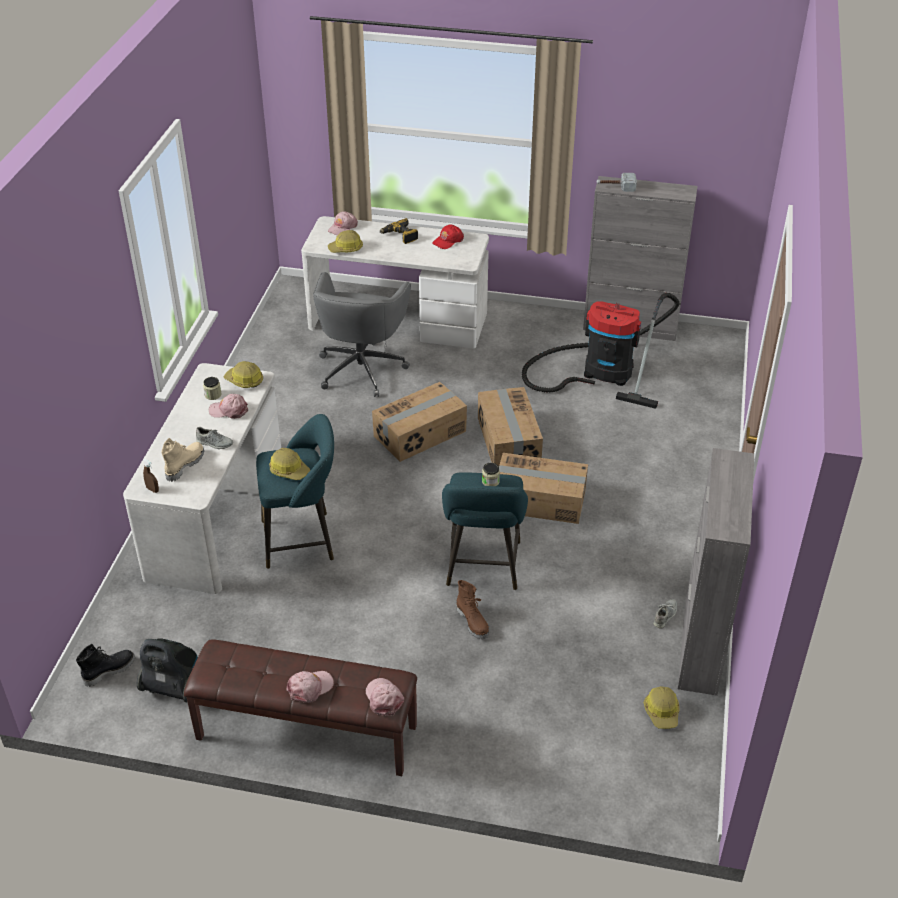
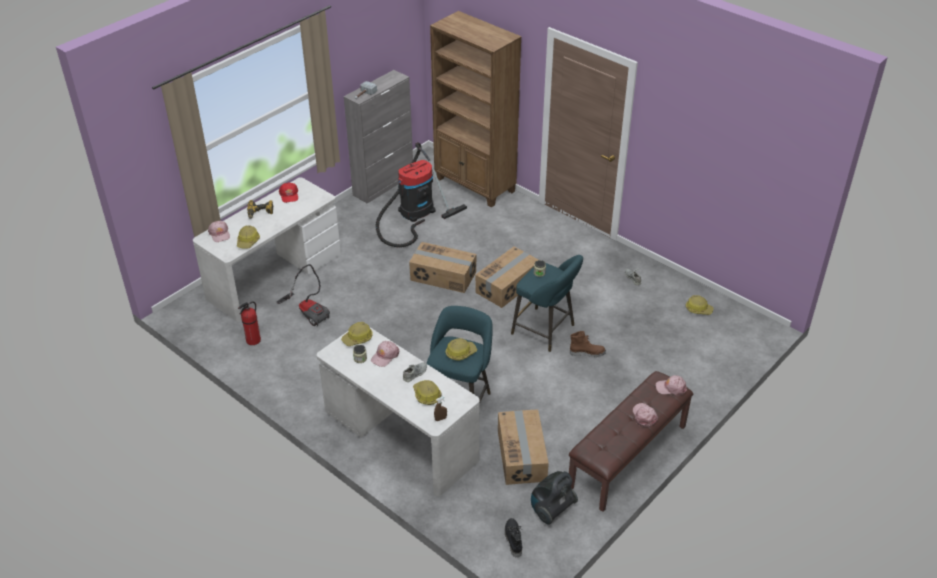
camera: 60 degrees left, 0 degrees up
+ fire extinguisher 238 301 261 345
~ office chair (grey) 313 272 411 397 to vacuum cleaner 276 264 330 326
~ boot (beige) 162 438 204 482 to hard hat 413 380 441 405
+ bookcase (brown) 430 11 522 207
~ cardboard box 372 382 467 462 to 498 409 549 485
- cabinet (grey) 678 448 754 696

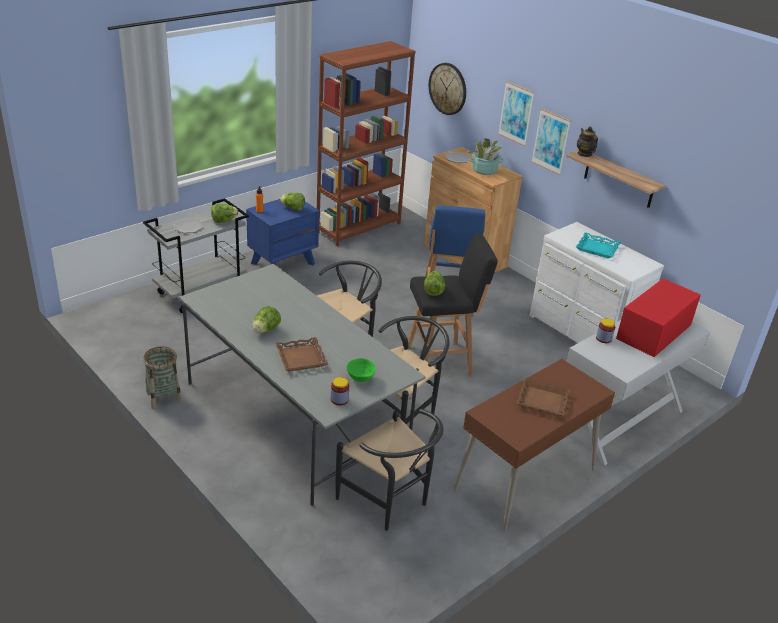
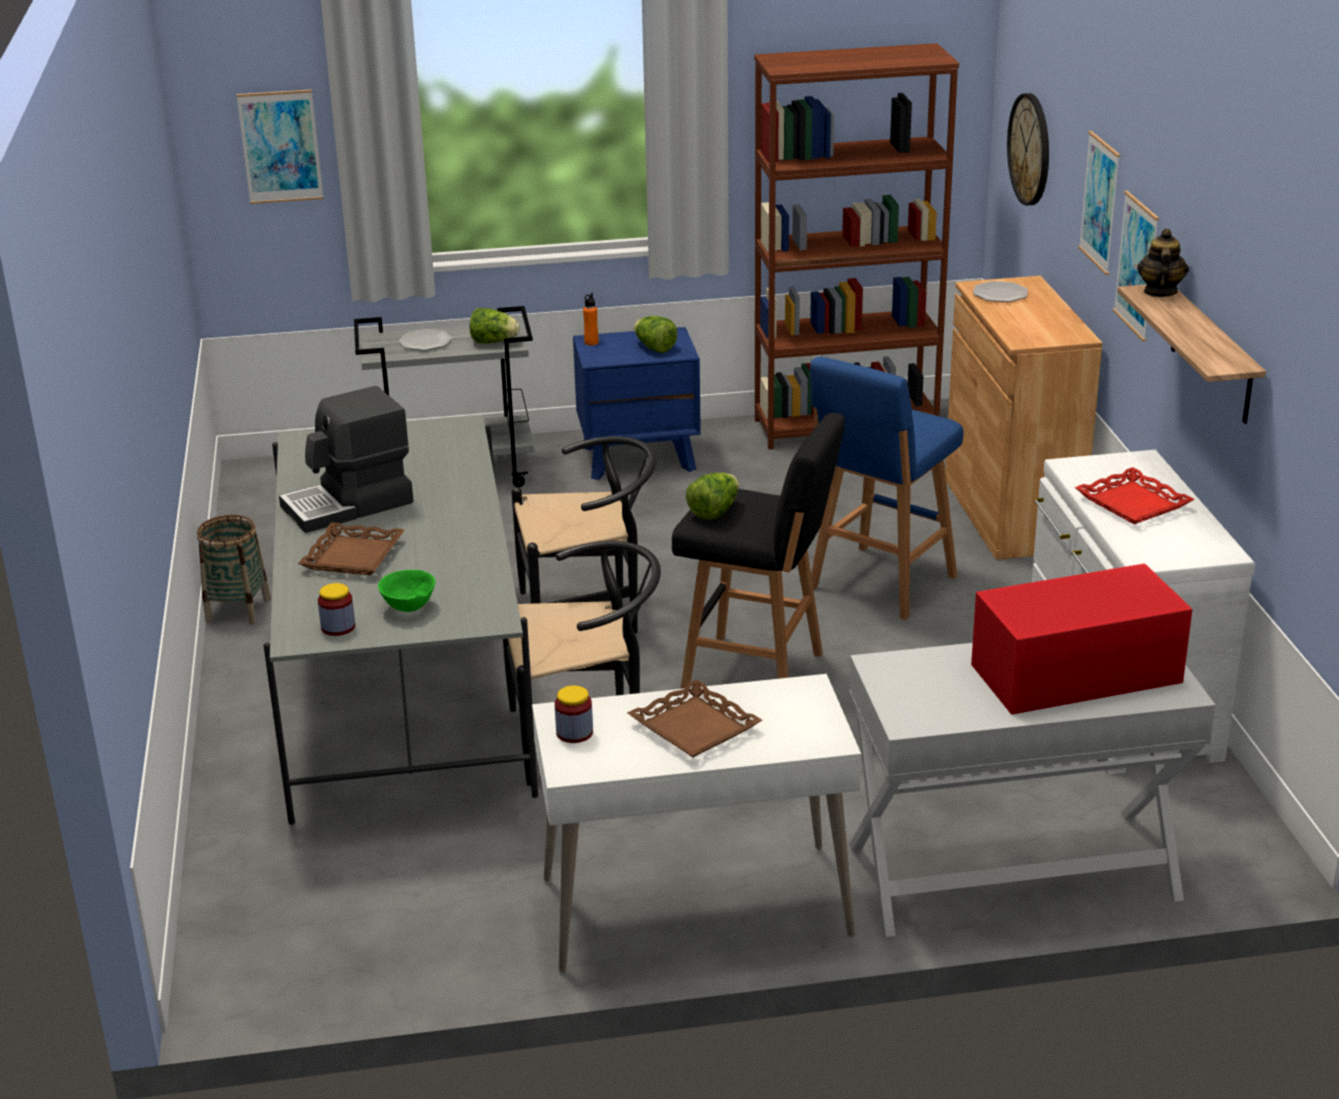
camera: 35 degrees right, 5 degrees down
+ picture 236 90 324 204
~ lettuce 252 306 281 333 to coffee machine 279 386 414 533
~ desk (brown) 454 359 615 532 to desk (white) 532 674 861 972
~ jar 596 319 615 343 to 555 685 593 743
~ tray (turquoise) 576 232 621 258 to tray (red) 1075 467 1195 524
- chair (black) 336 409 444 531
- potted plant 467 138 504 175

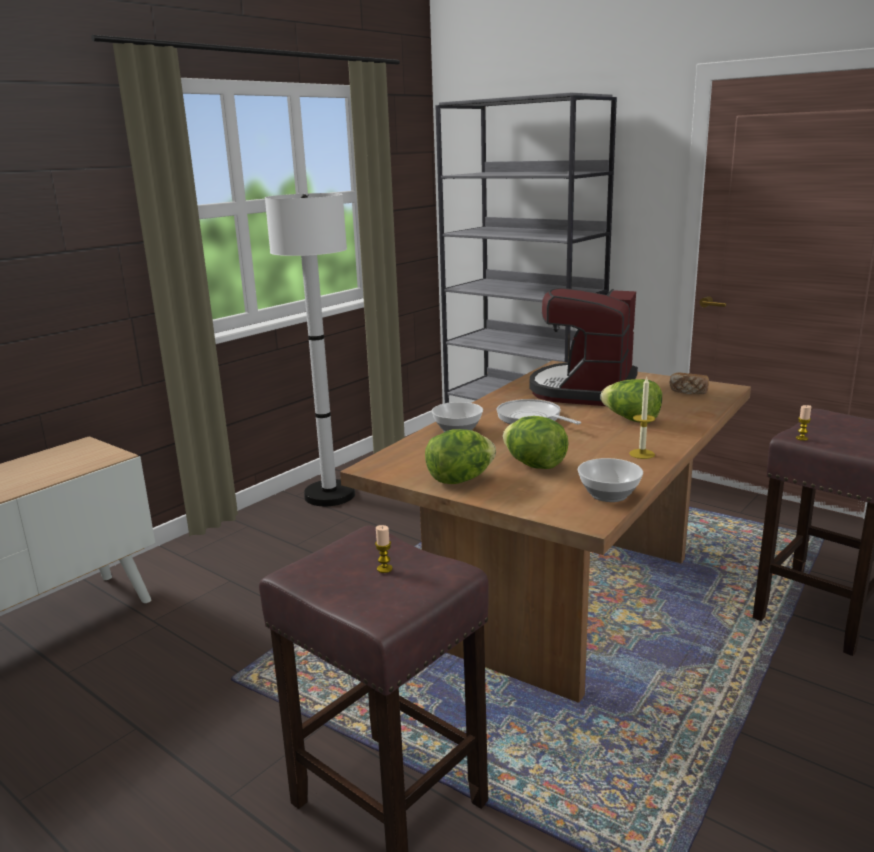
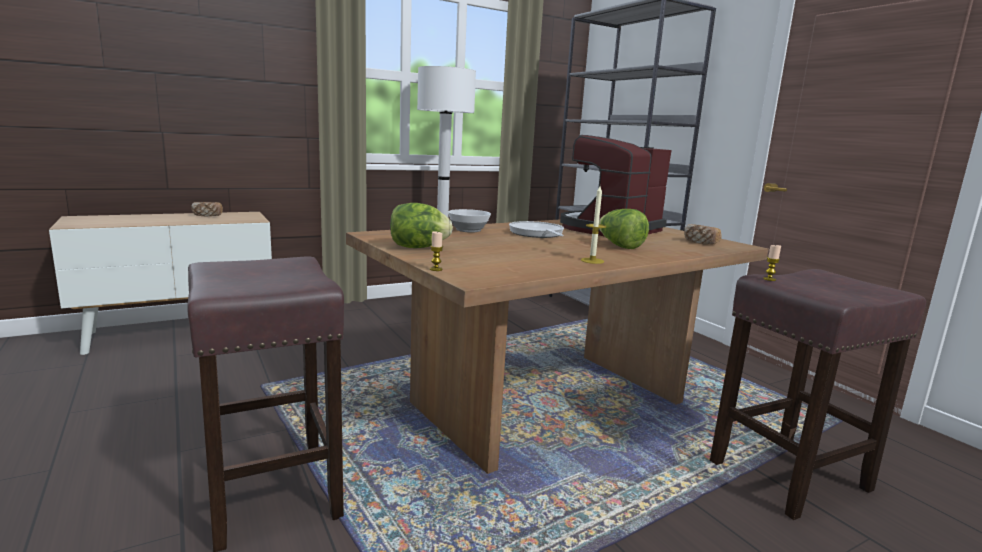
camera: 20 degrees right, 5 degrees down
+ bread 191 202 223 216
~ candle 375 525 393 573 to 430 231 443 271
- lettuce 503 416 568 469
- bowl 578 458 643 502

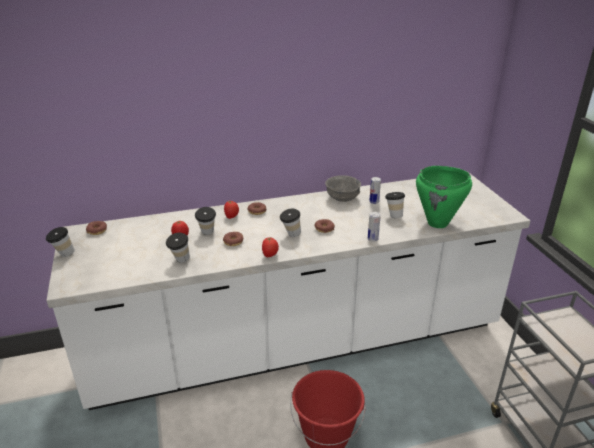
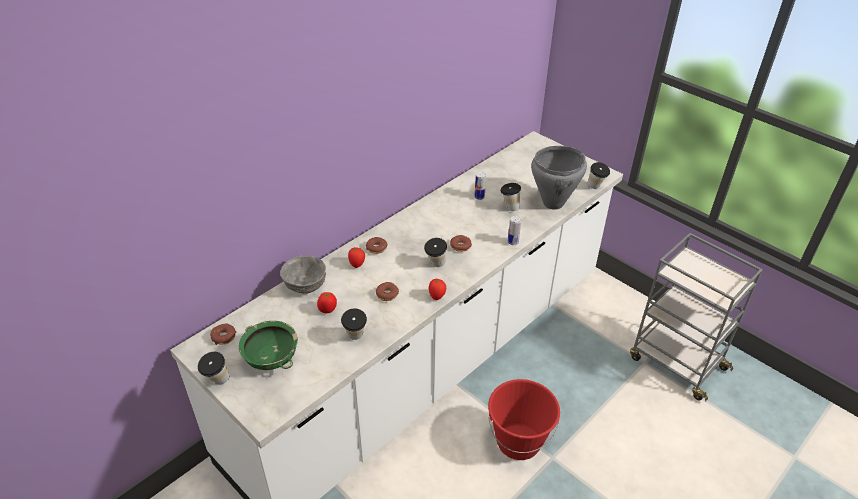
camera: 30 degrees left, 10 degrees up
+ bowl (green) 239 321 298 370
~ bowl (grey) 325 175 361 202 to 280 255 326 294
~ cooking pot (green) 416 166 472 228 to cooking pot (grey) 531 146 587 210
~ cup 195 207 216 235 to 587 162 610 189

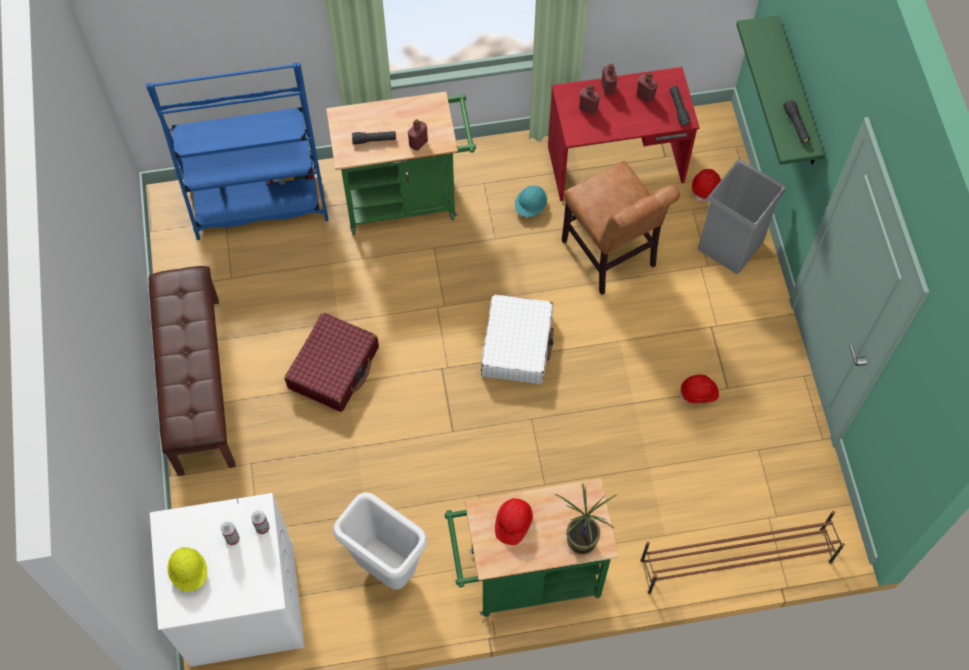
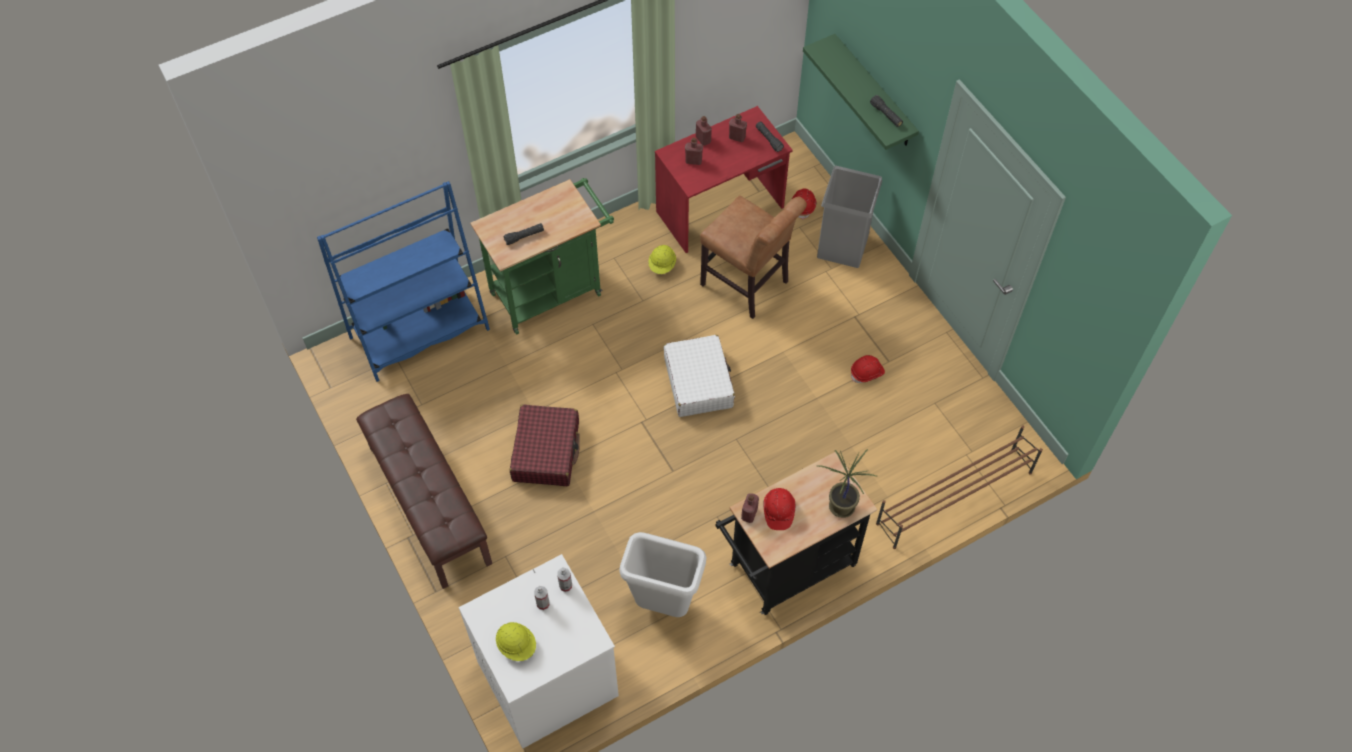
camera: 20 degrees left, 5 degrees down
~ hard hat (turquoise) 515 186 547 217 to hard hat (yellow) 648 245 676 274
~ cart (green) 444 479 619 617 to cart (black) 715 452 877 615
~ bottle (red) 408 119 428 151 to 741 493 759 523

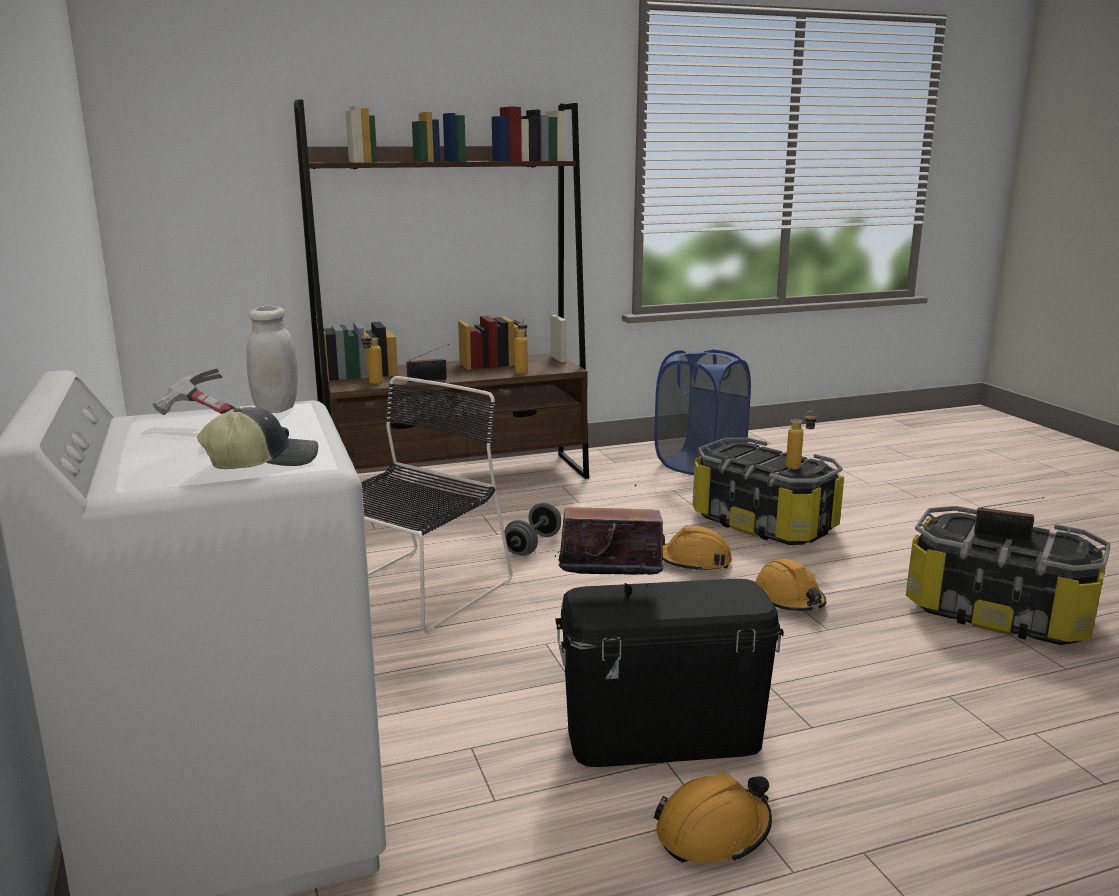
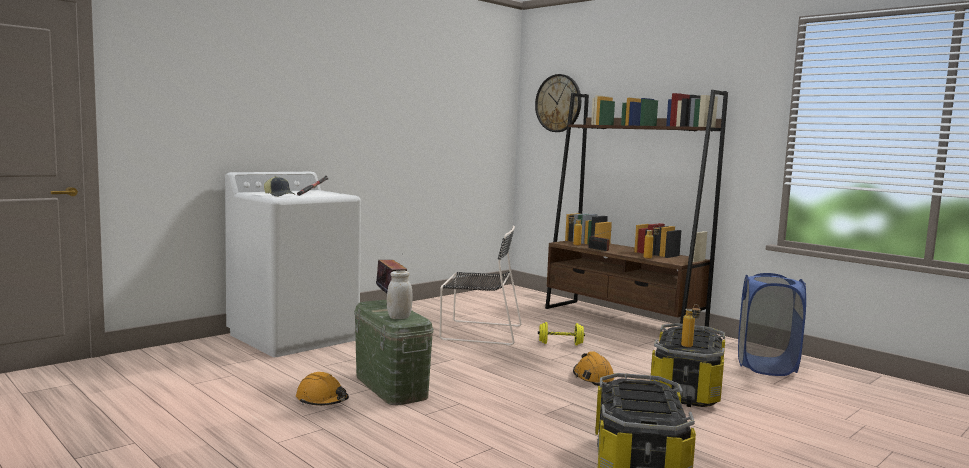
camera: 65 degrees right, 10 degrees down
~ storage box (black) 555 579 784 767 to storage box (green) 354 300 434 405
~ jar (white) 246 306 298 413 to 387 270 413 319
+ wall clock 535 74 581 132
~ dumbbell (grey) 504 503 561 556 to dumbbell (yellow) 538 322 585 345
- hard hat (orange) 755 559 826 611
- radio 974 497 1044 542

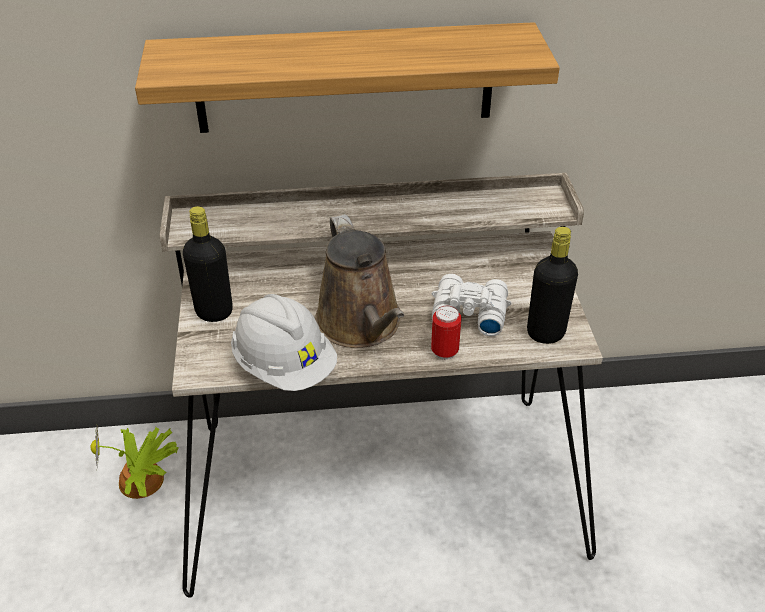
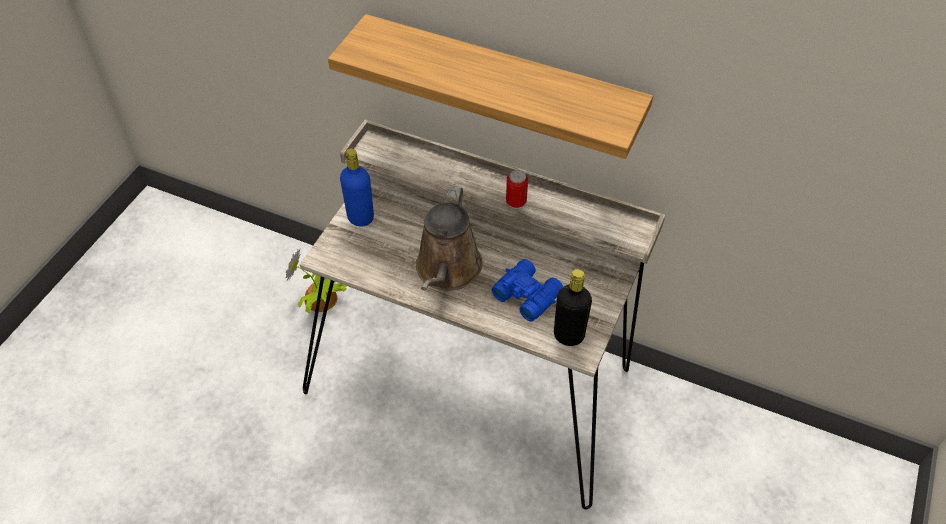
camera: 30 degrees right, 10 degrees up
~ bottle (black) 183 206 233 322 to bottle (blue) 340 148 374 227
~ binoculars (white) 432 274 511 336 to binoculars (blue) 492 259 563 322
~ can 431 306 461 360 to 506 170 528 209
- hard hat (white) 231 294 337 391

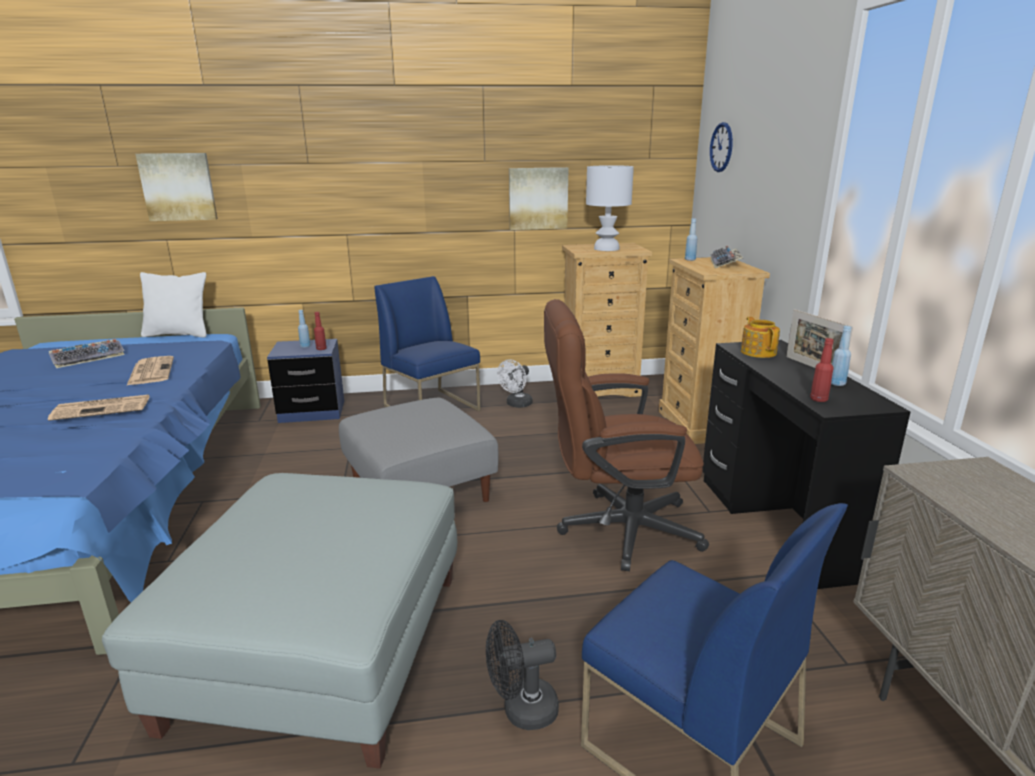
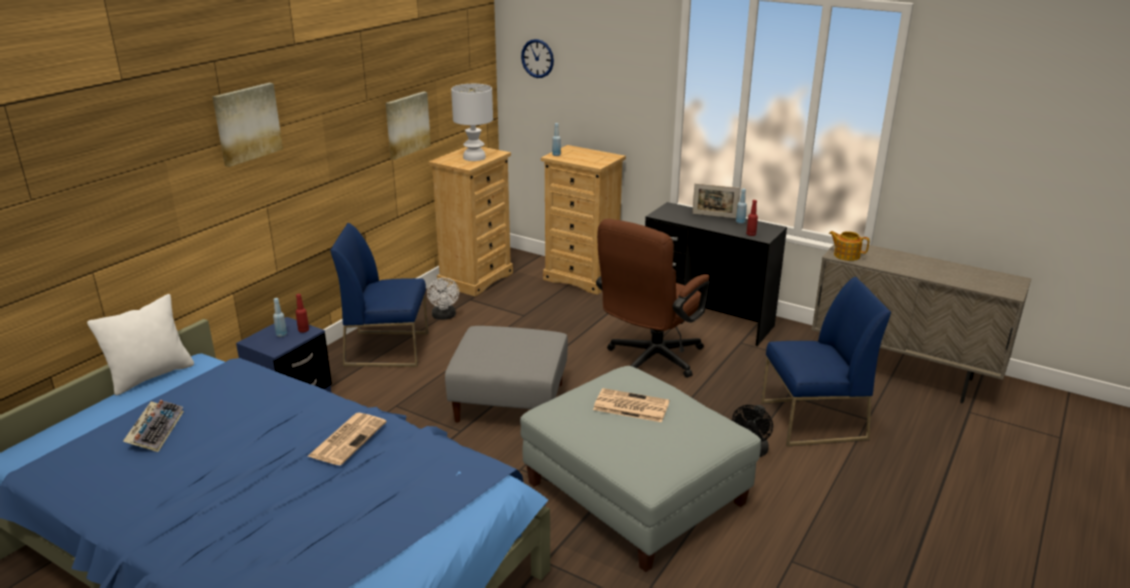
camera: 50 degrees left, 5 degrees up
~ picture 135 153 218 221 to 212 83 283 167
~ newspaper 126 356 174 386 to 593 388 669 422
~ teapot 741 317 780 358 to 829 231 869 261
- keyboard 710 246 743 268

